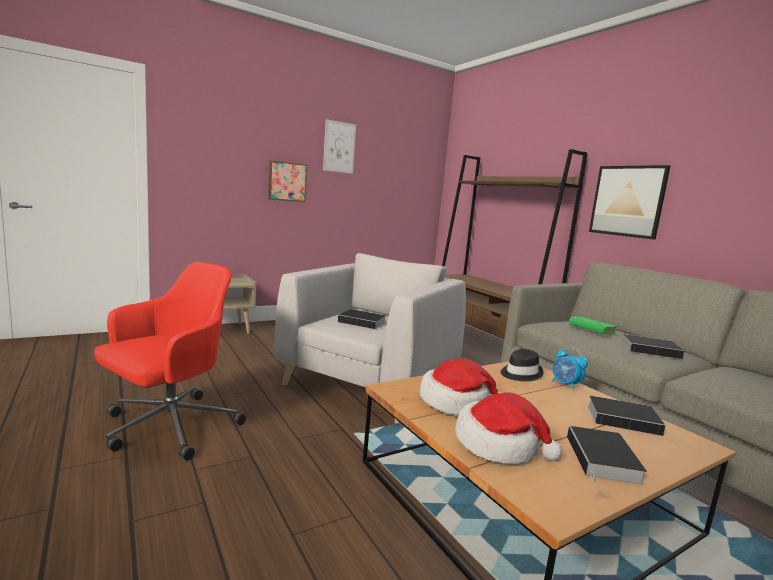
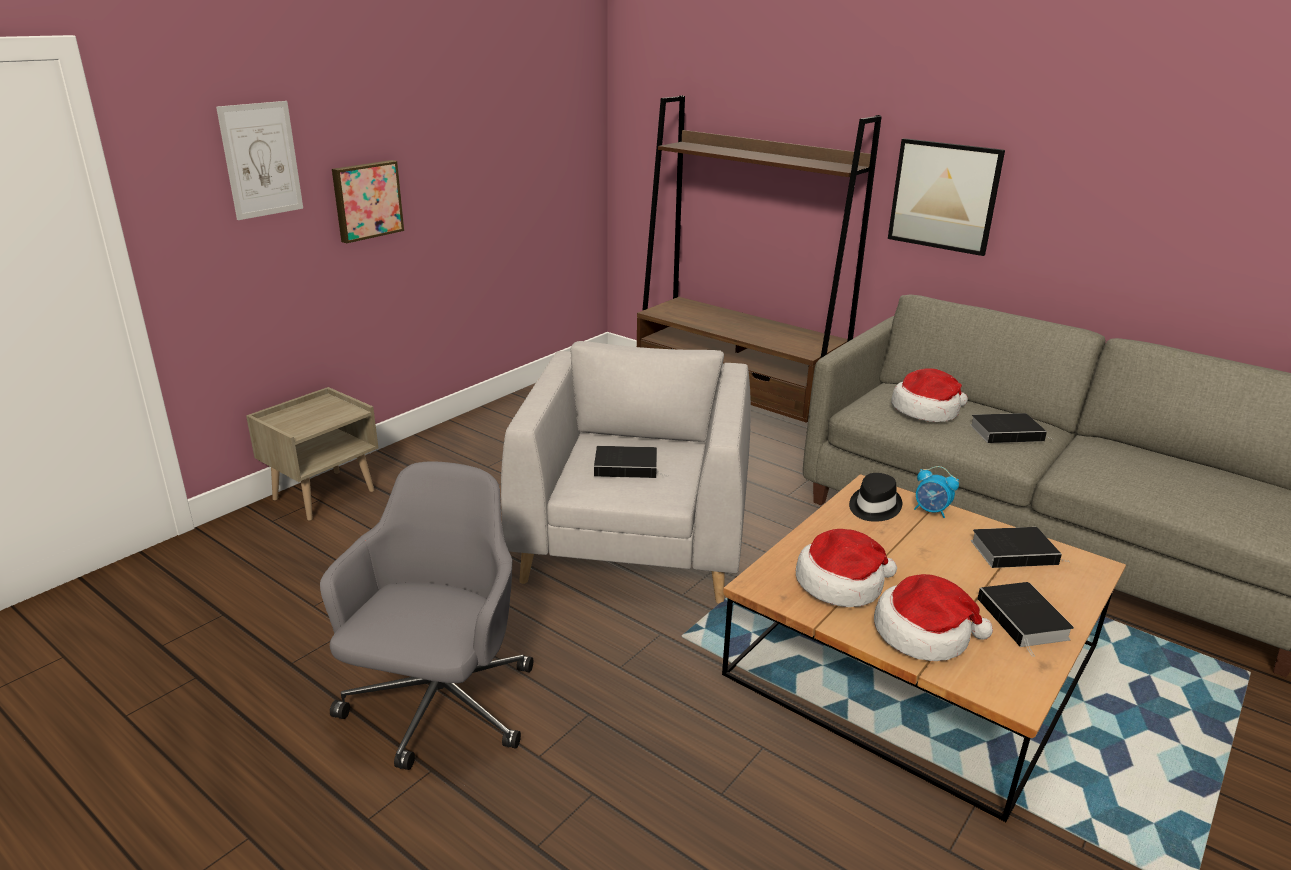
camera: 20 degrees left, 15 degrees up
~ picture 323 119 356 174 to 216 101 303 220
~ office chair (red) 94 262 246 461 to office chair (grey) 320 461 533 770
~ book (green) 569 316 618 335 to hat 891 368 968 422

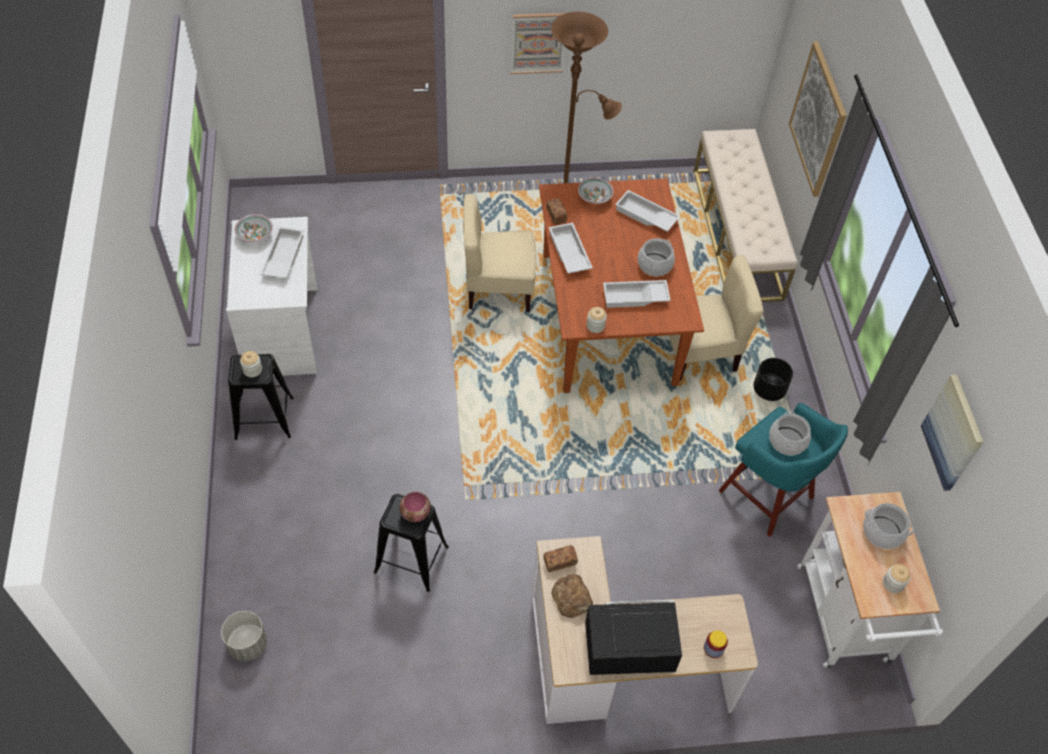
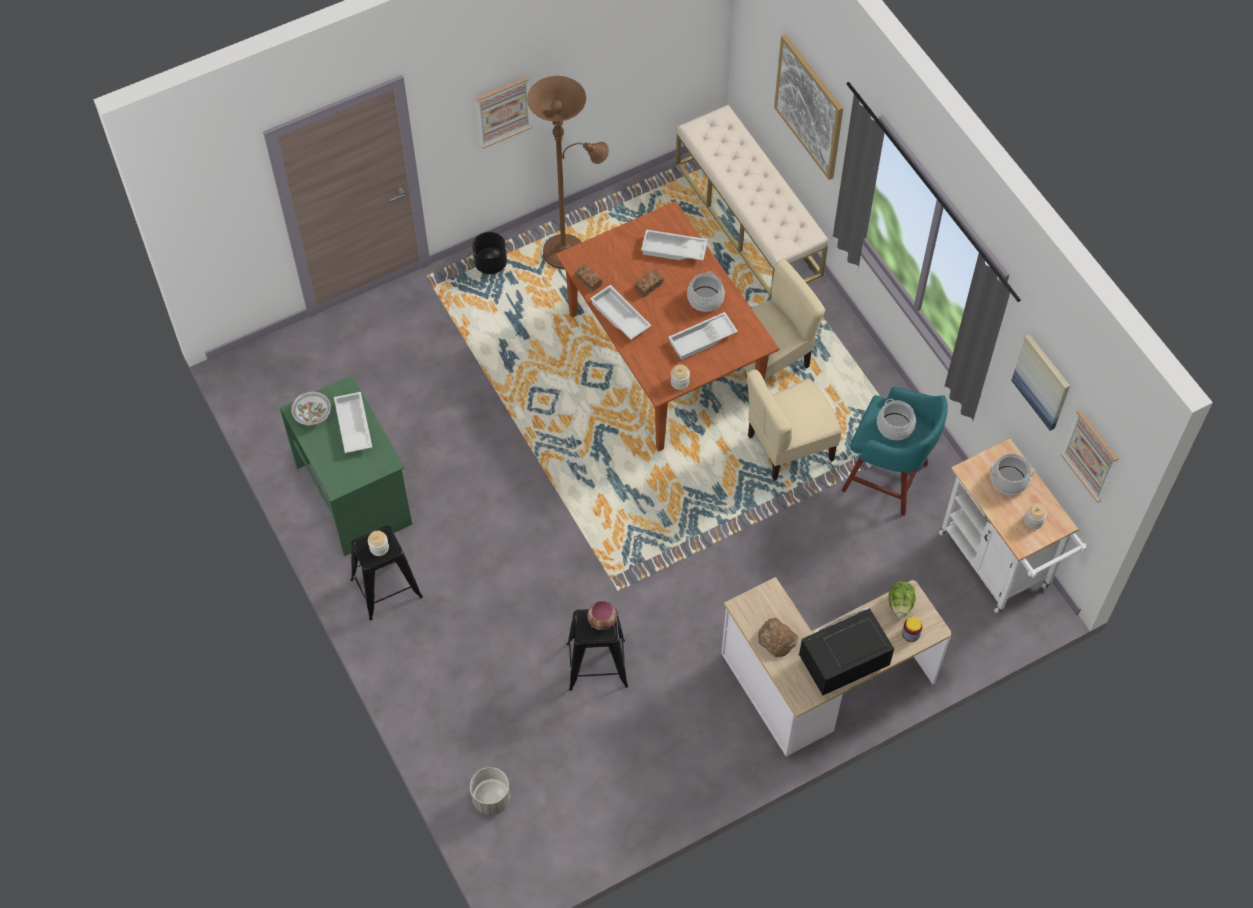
camera: 20 degrees left, 5 degrees up
~ desk (white) 226 217 317 376 to desk (green) 280 375 412 556
~ planter (black) 754 358 793 401 to 472 232 507 274
~ bread 543 545 578 572 to 635 269 663 297
~ chair (beige) 463 194 536 312 to 747 370 842 481
+ lettuce 889 582 916 618
+ picture 1061 410 1119 503
- bowl 578 178 614 204

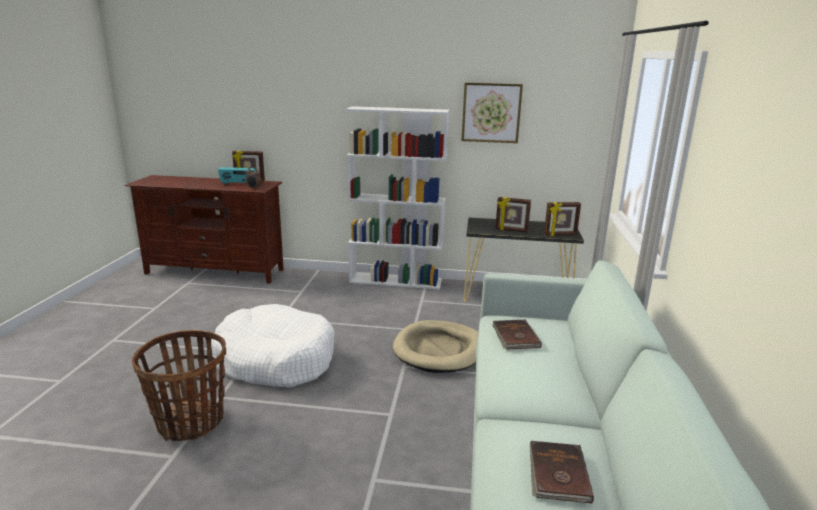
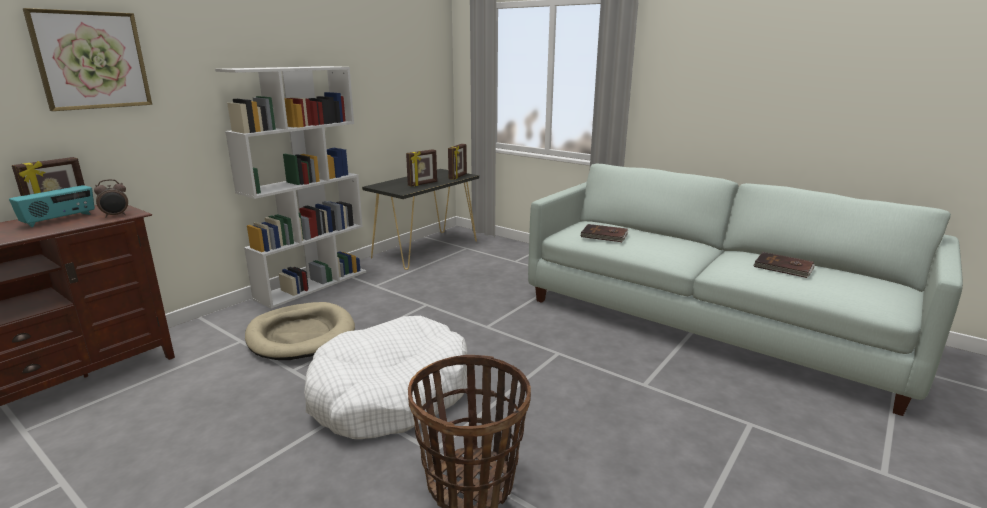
camera: 60 degrees left, 0 degrees up
~ picture 461 83 523 143 to 23 8 152 111
~ dog bed (beige) 393 320 478 373 to 245 302 355 360

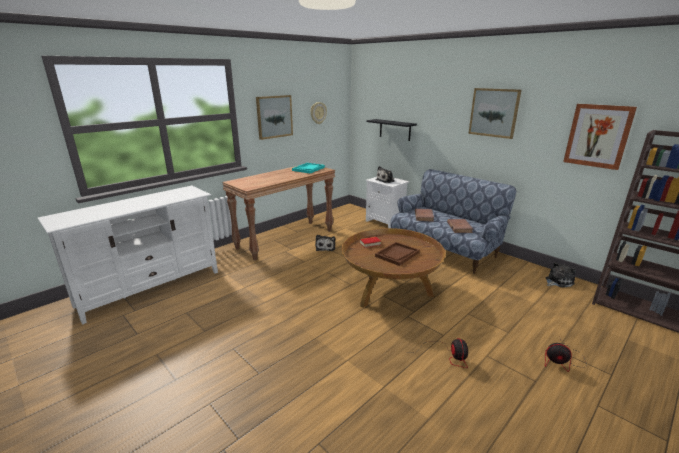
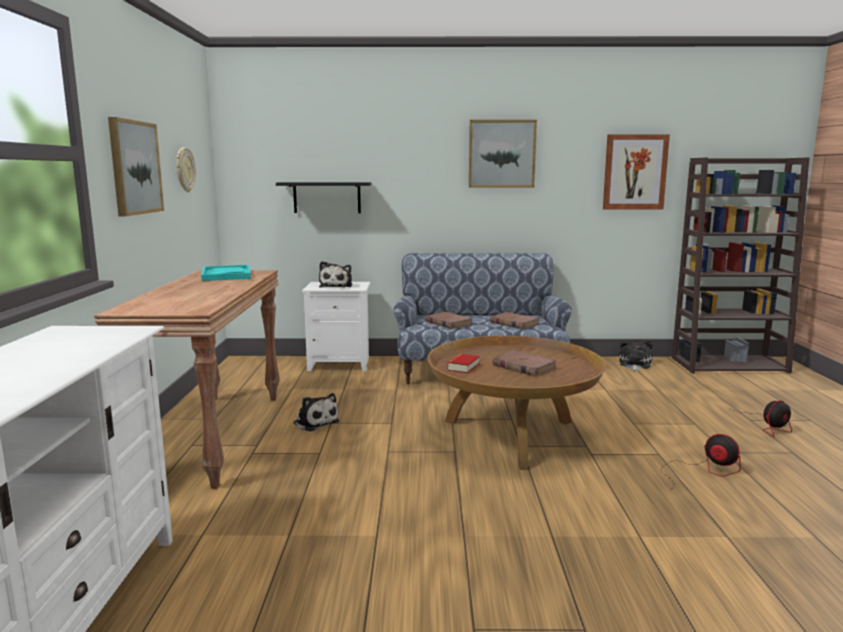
camera: 45 degrees left, 10 degrees down
~ tray (brown) 375 242 420 266 to book (brown) 492 351 557 377

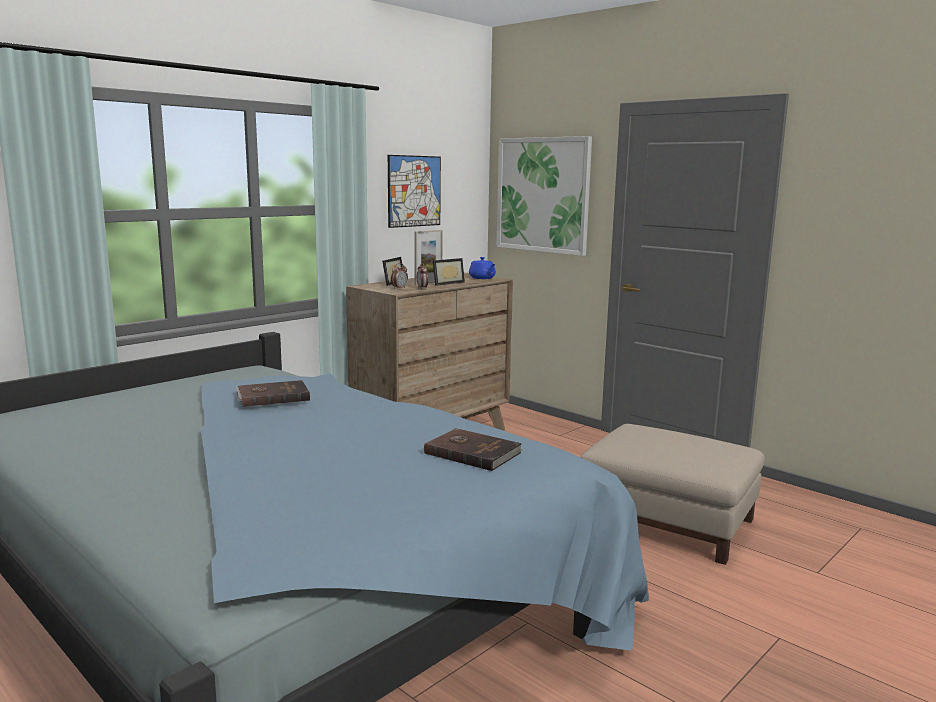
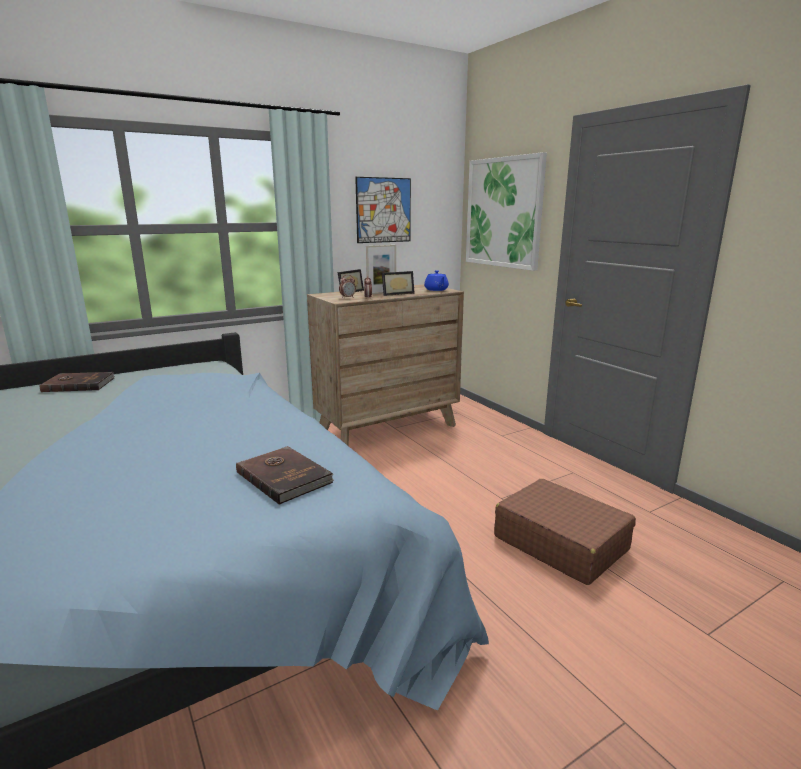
camera: 15 degrees right, 5 degrees up
~ book (brown) 236 380 310 407 to 39 372 115 392
~ ottoman (beige) 580 424 765 565 to suitcase (brown) 494 478 636 585

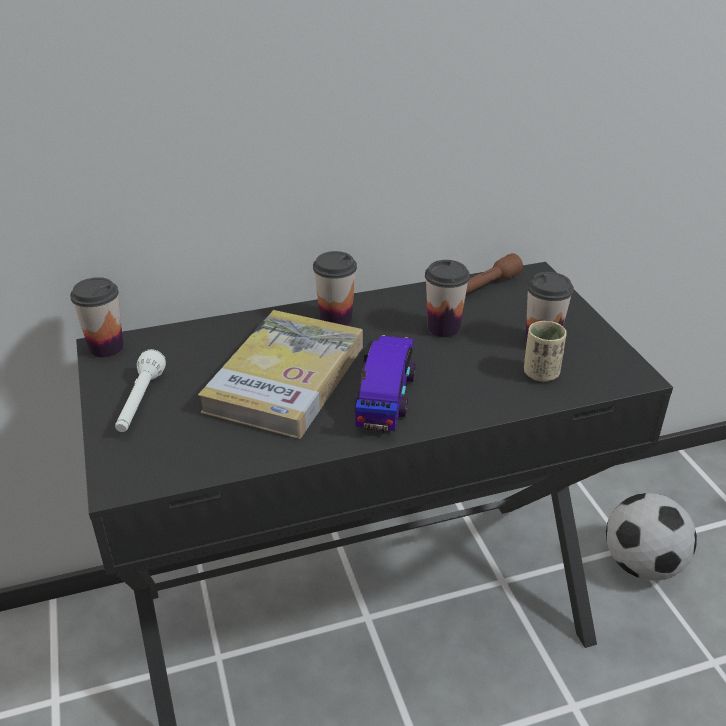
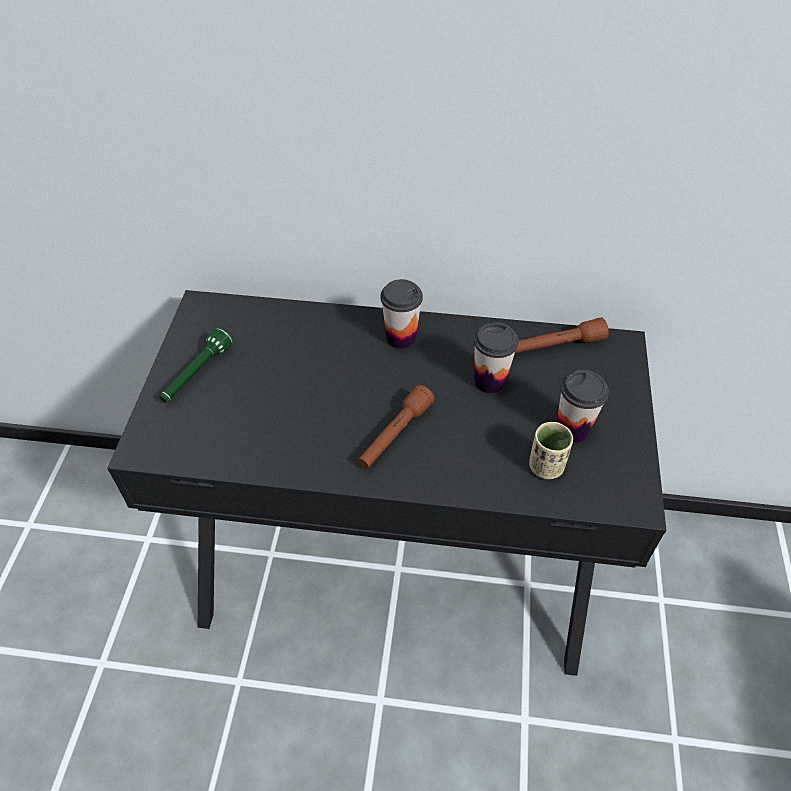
camera: 25 degrees right, 15 degrees up
~ flashlight (white) 115 349 166 432 to flashlight (green) 159 328 233 403
~ toy car 355 335 416 433 to flashlight (brown) 357 385 435 469
- cup 70 277 124 358
- book 198 310 363 439
- football 606 493 697 581

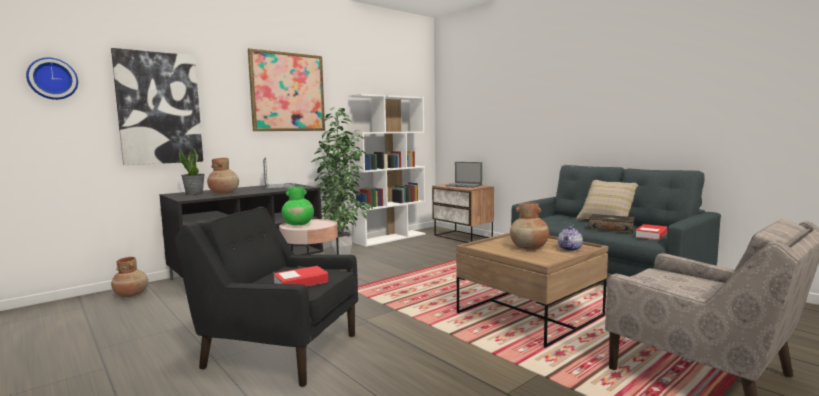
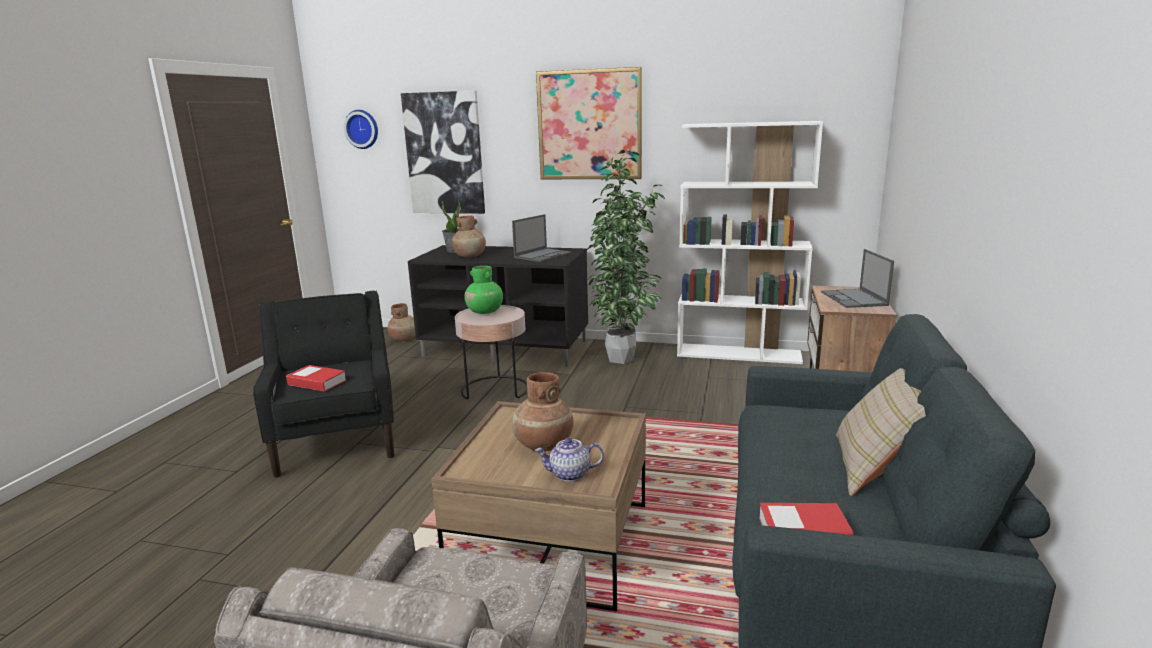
camera: 55 degrees right, 10 degrees up
- book 589 214 635 233

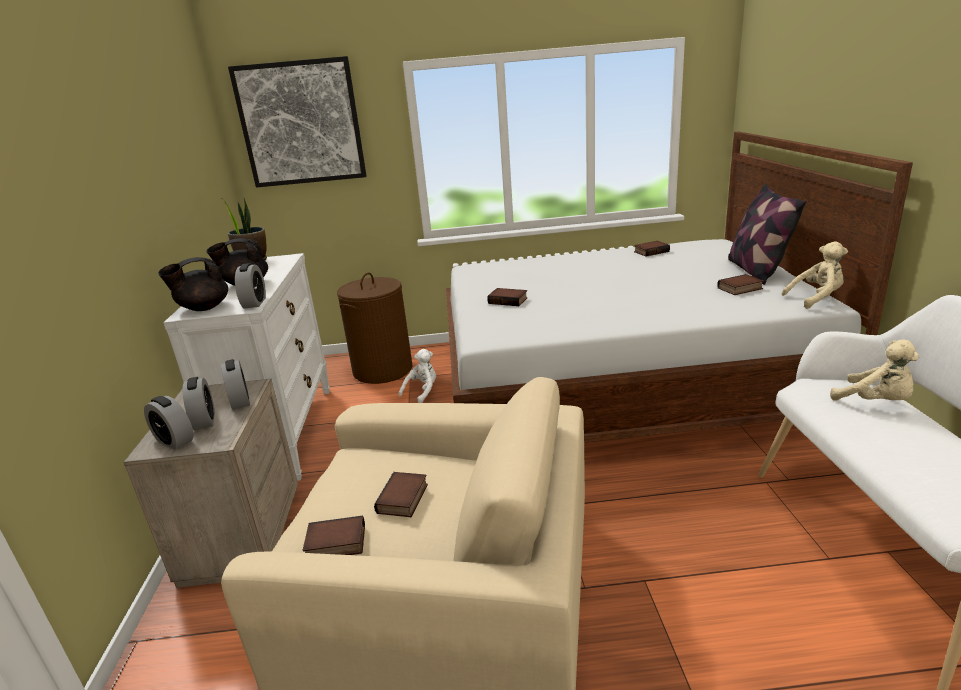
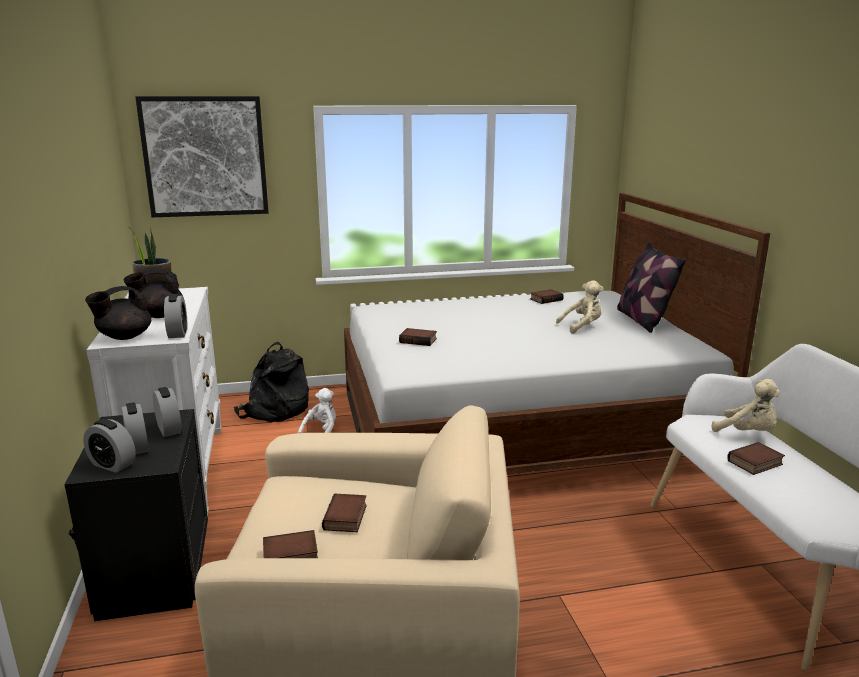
camera: 10 degrees left, 5 degrees down
~ nightstand (beige) 124 379 298 588 to nightstand (black) 64 409 208 621
~ laundry basket (brown) 337 272 413 384 to backpack (black) 234 342 309 422
~ plush toy (beige) 782 241 848 309 to 556 280 604 334
~ book 717 274 764 295 to 727 442 785 475

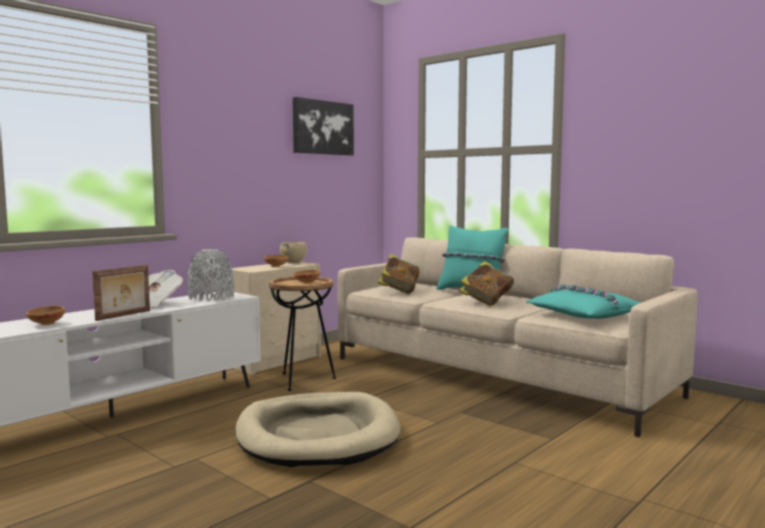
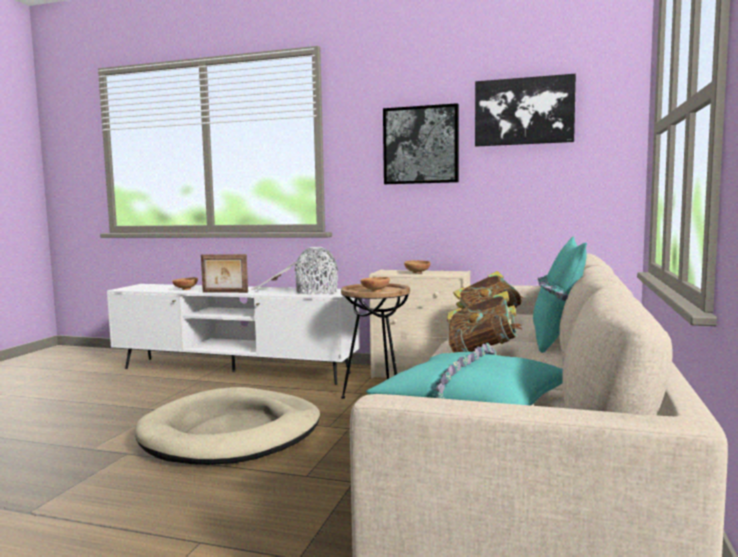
camera: 65 degrees right, 0 degrees up
+ picture 383 103 459 184
- bowl (beige) 280 242 307 263

